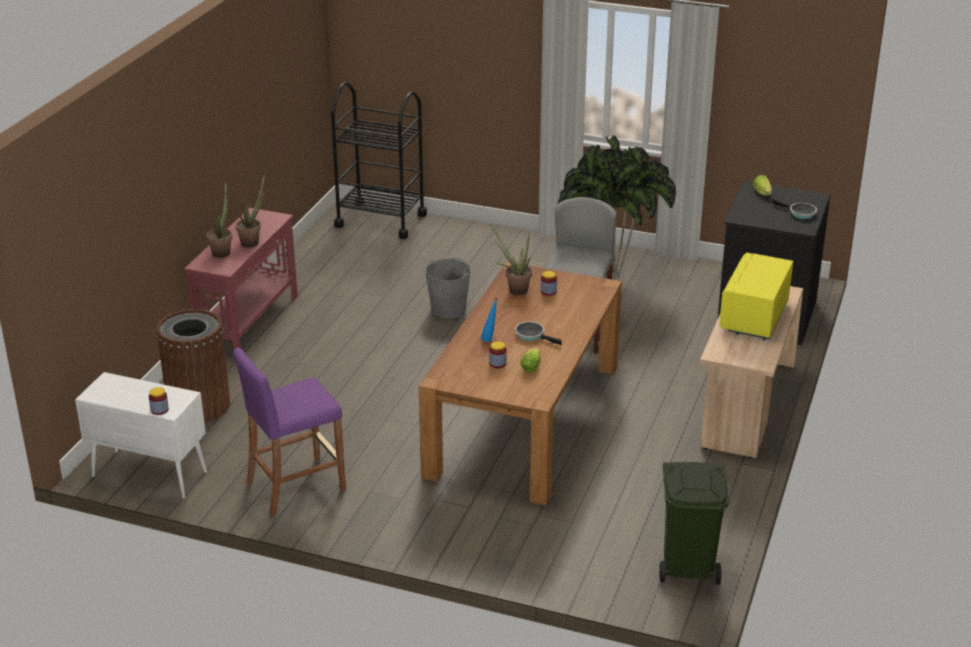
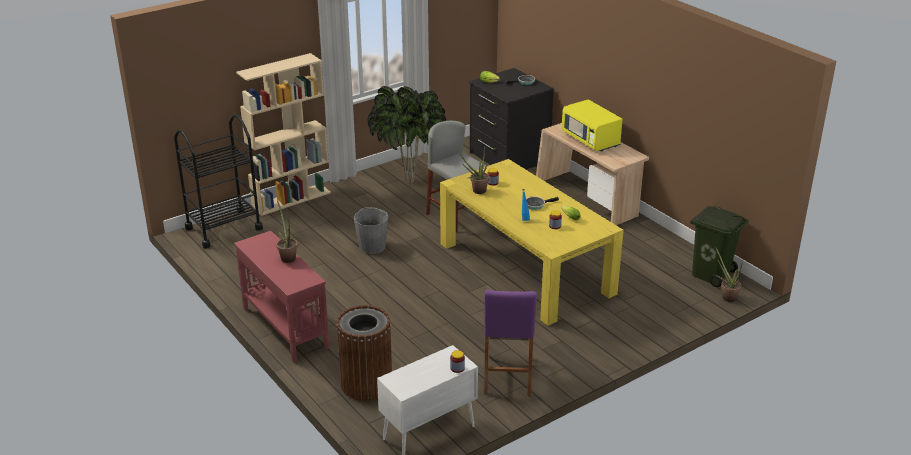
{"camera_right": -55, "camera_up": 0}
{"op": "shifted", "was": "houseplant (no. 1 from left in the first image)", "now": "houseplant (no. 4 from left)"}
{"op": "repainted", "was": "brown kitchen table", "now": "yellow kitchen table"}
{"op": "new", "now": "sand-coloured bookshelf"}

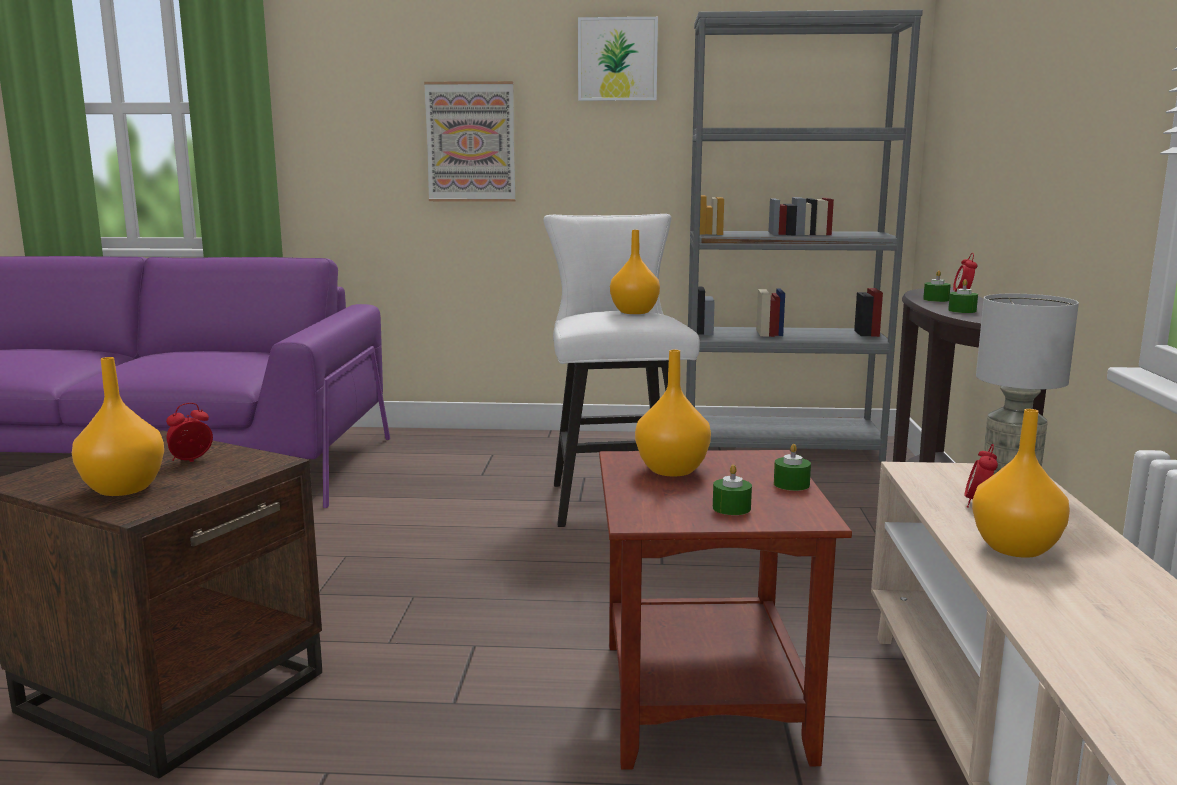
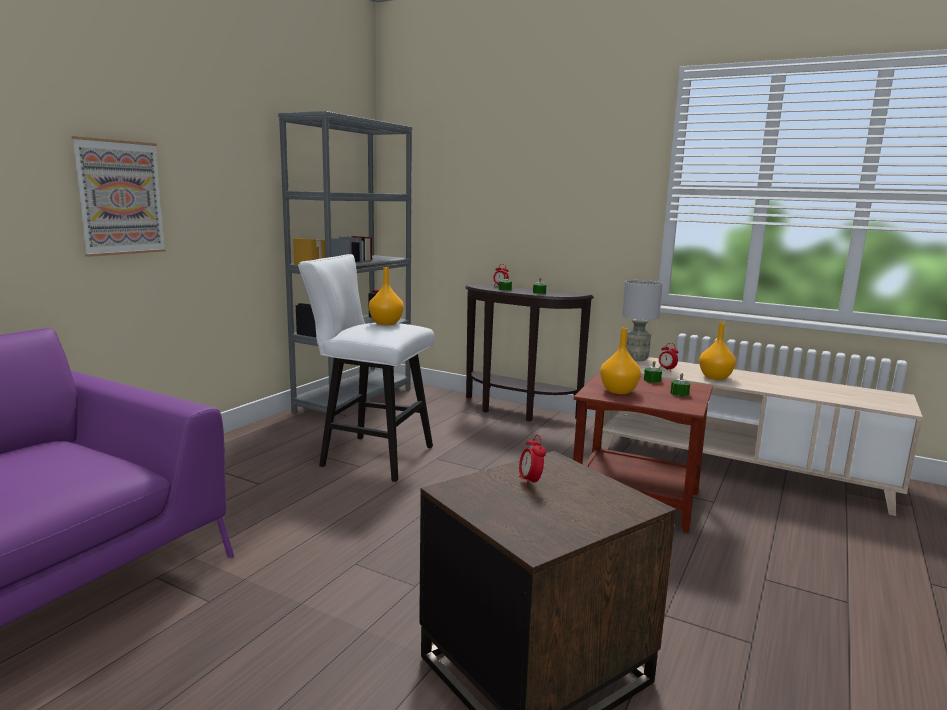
{"camera_right": -65, "camera_up": 0}
{"op": "gone", "was": "orange vase (no. 1 from left)"}
{"op": "gone", "was": "picture (no. 2 from left)"}

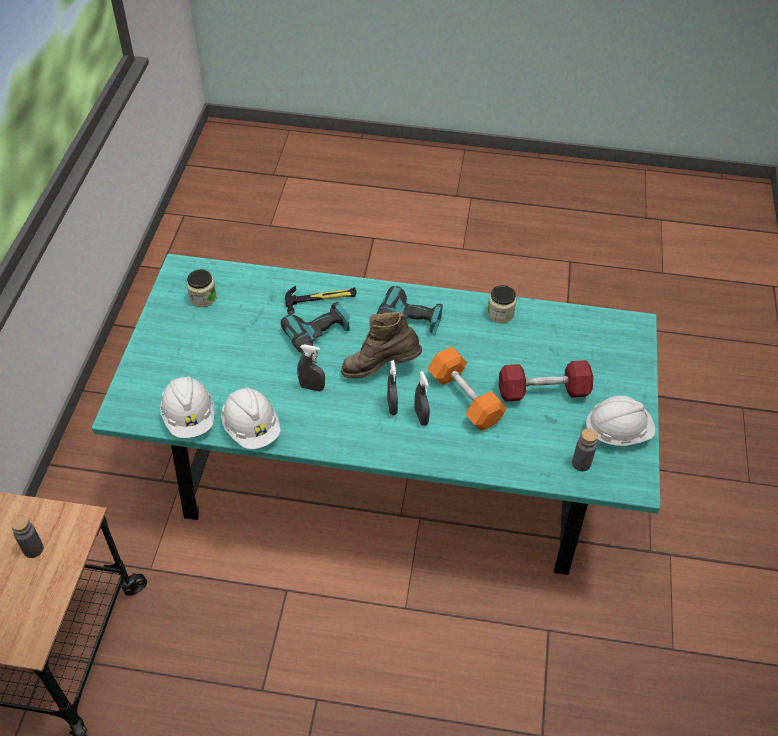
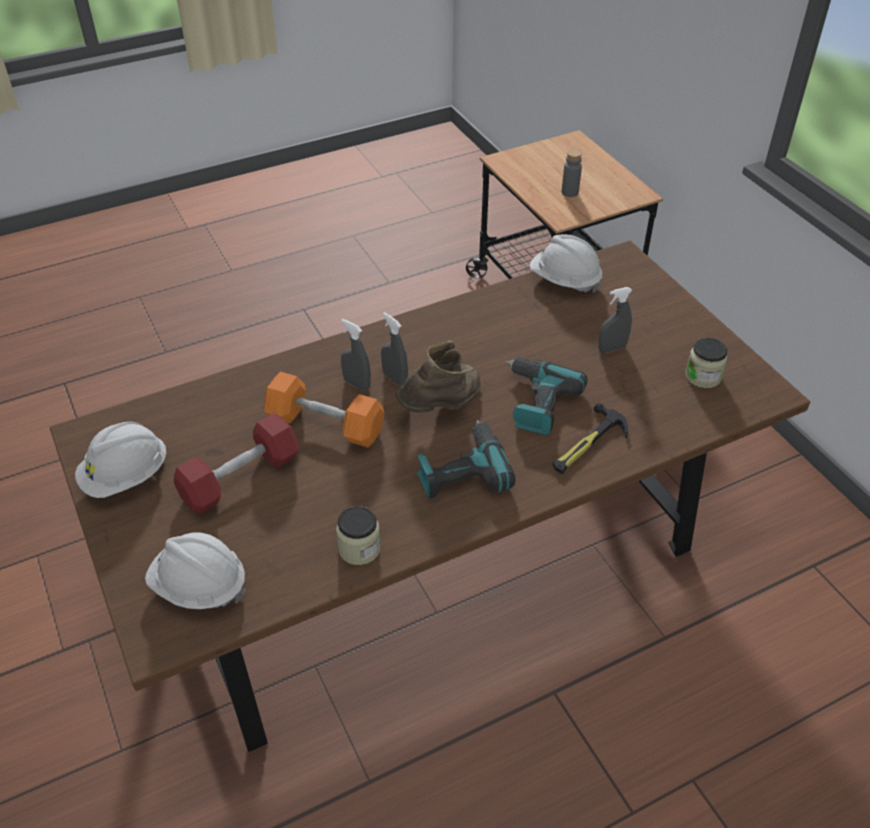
{"camera_right": 145, "camera_up": -5}
{"op": "repainted", "was": "turquoise-coloured kitchen table", "now": "brown kitchen table"}
{"op": "shifted", "was": "white work helmet (no. 2 from left)"}
{"op": "shifted", "was": "grey sprayer (no. 1 from left in the first image)", "now": "grey sprayer (no. 3 from left)"}
{"op": "gone", "was": "grey drink bottle (no. 2 from left)"}

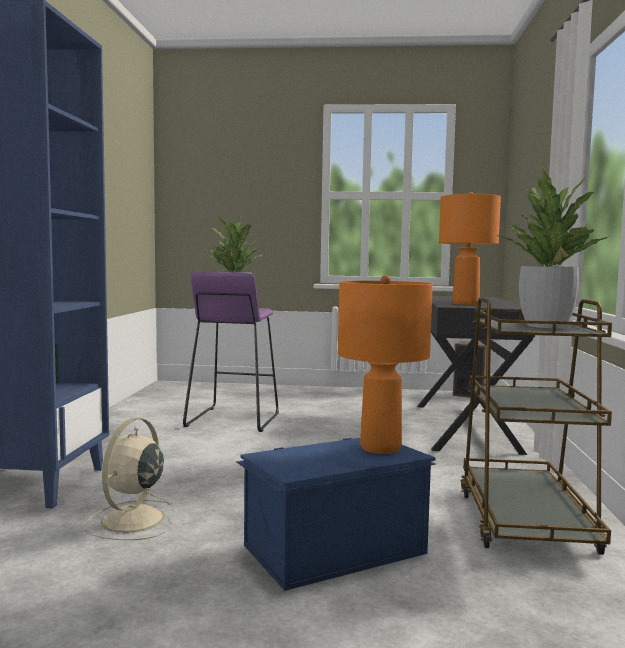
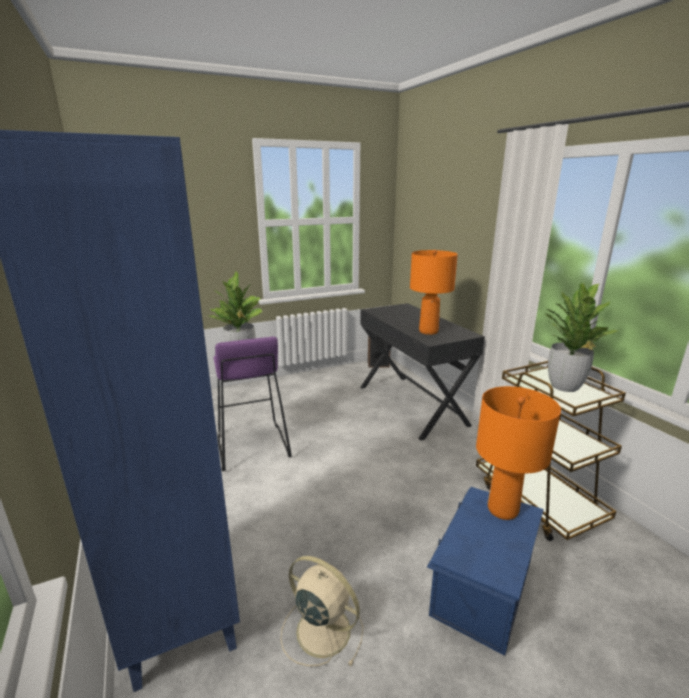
{"camera_right": -30, "camera_up": 15}
{"op": "rotated", "was": "sand-coloured fan", "clockwise": 135}

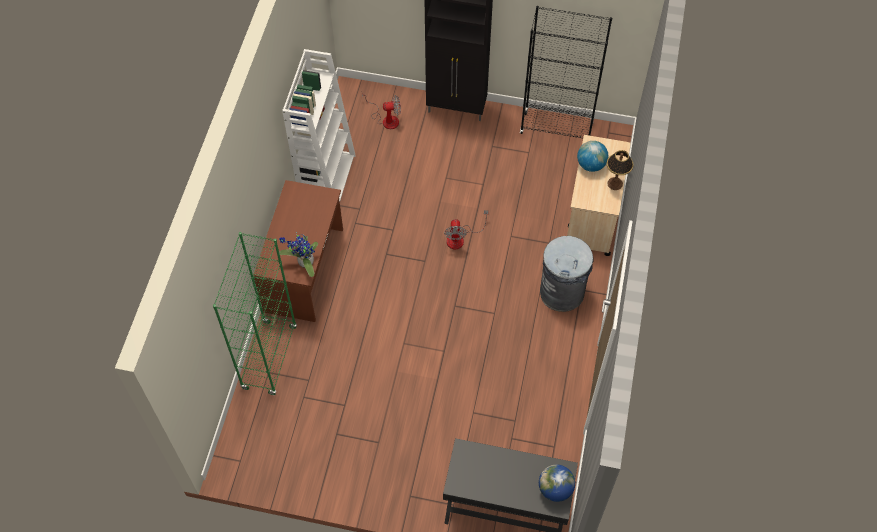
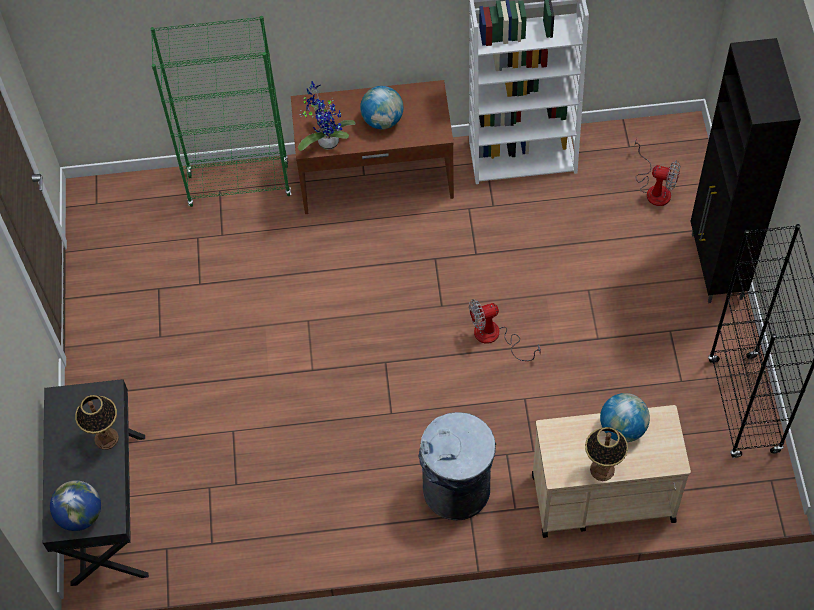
{"camera_right": 75, "camera_up": 0}
{"op": "rotated", "was": "fan (no. 1 from left in the first image)", "clockwise": -45}
{"op": "new", "now": "table lamp (no. 1 from left)"}
{"op": "new", "now": "desk globe (no. 2 from left)"}

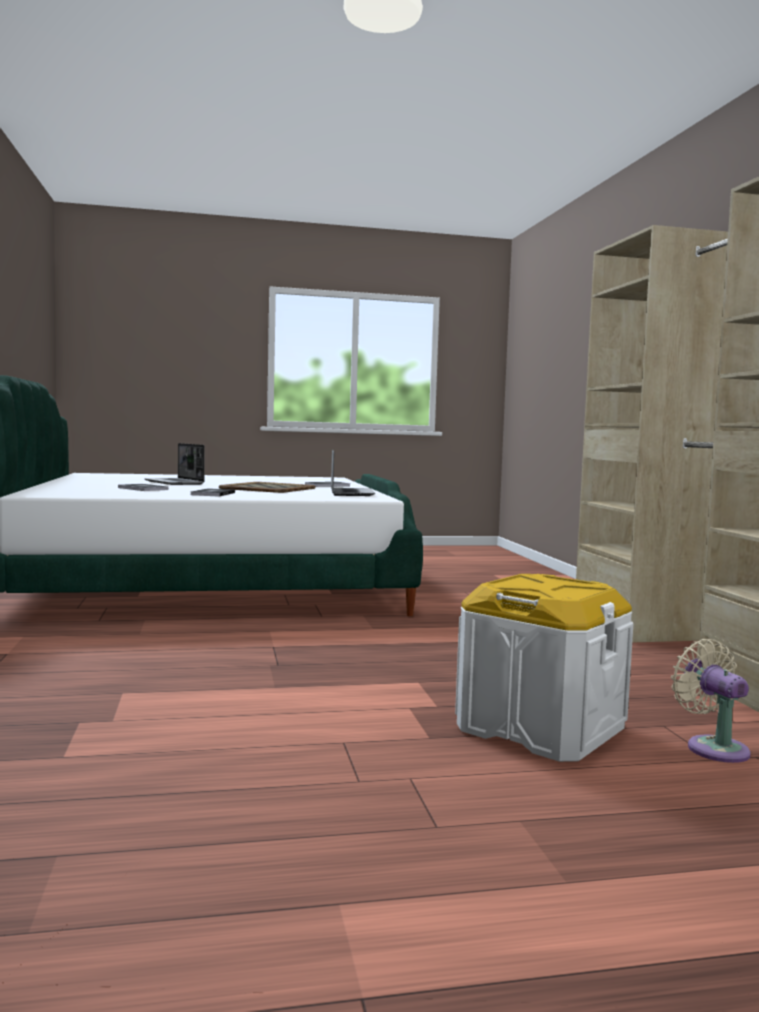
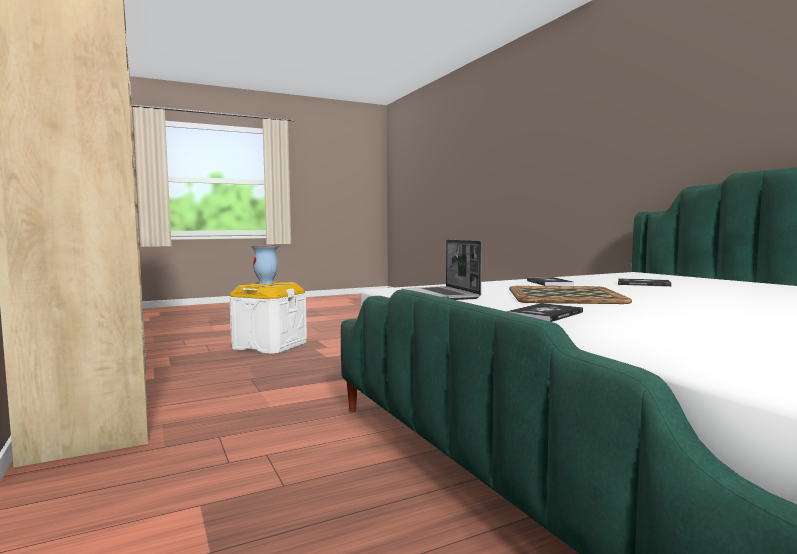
{"camera_right": 165, "camera_up": 0}
{"op": "gone", "was": "portable computer (no. 1 from left)"}
{"op": "gone", "was": "sand-coloured fan"}
{"op": "new", "now": "vase"}

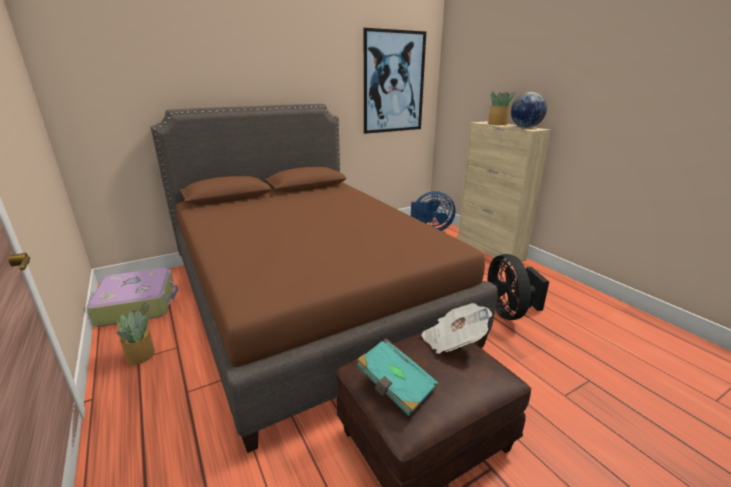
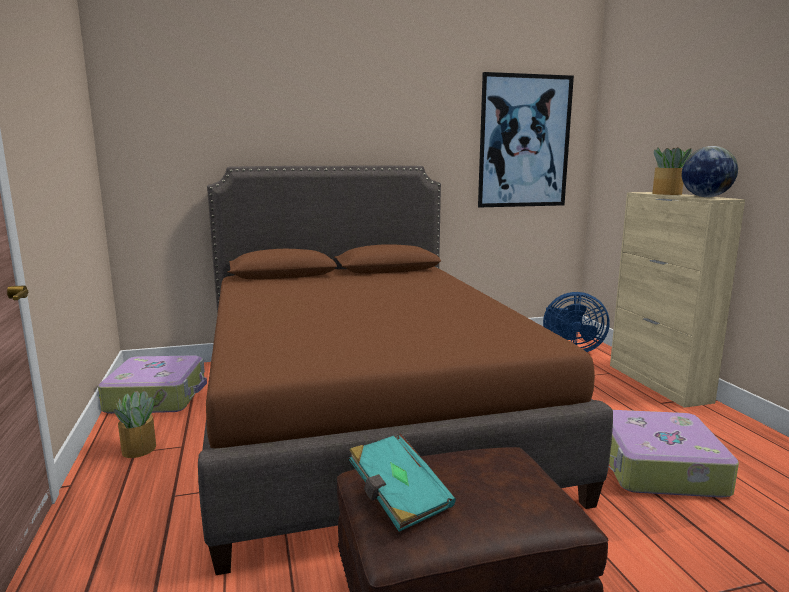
{"camera_right": 15, "camera_up": -10}
{"op": "gone", "was": "newspaper"}
{"op": "swapped", "was": "black-coloured fan", "now": "piece of luggage (no. 2 from left)"}

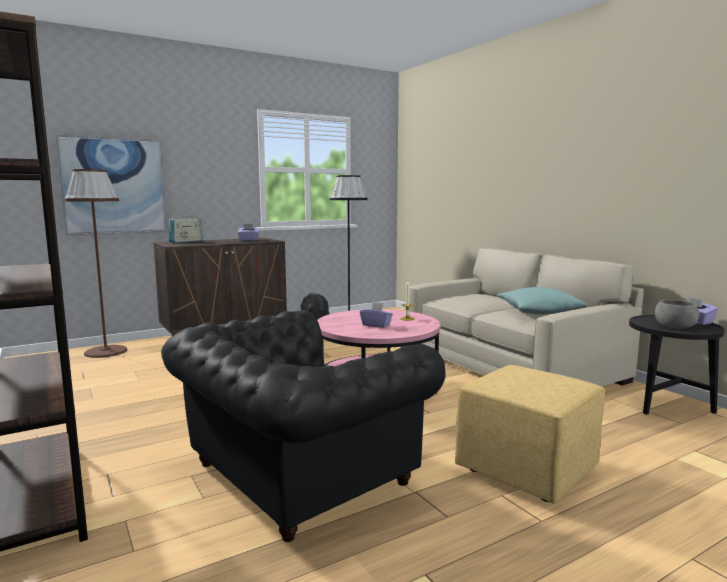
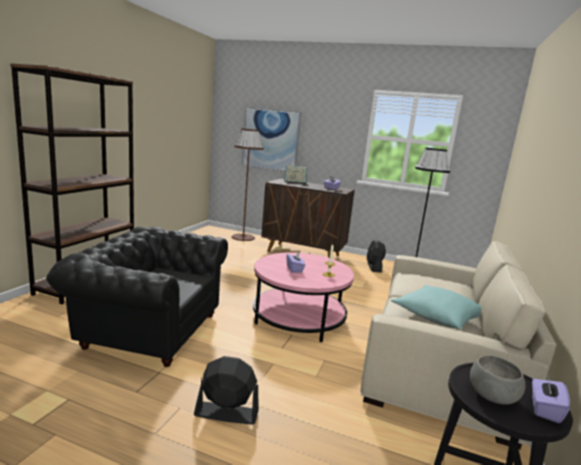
{"camera_right": 50, "camera_up": 5}
{"op": "swapped", "was": "yellow footrest", "now": "black-coloured fan (no. 1 from left)"}

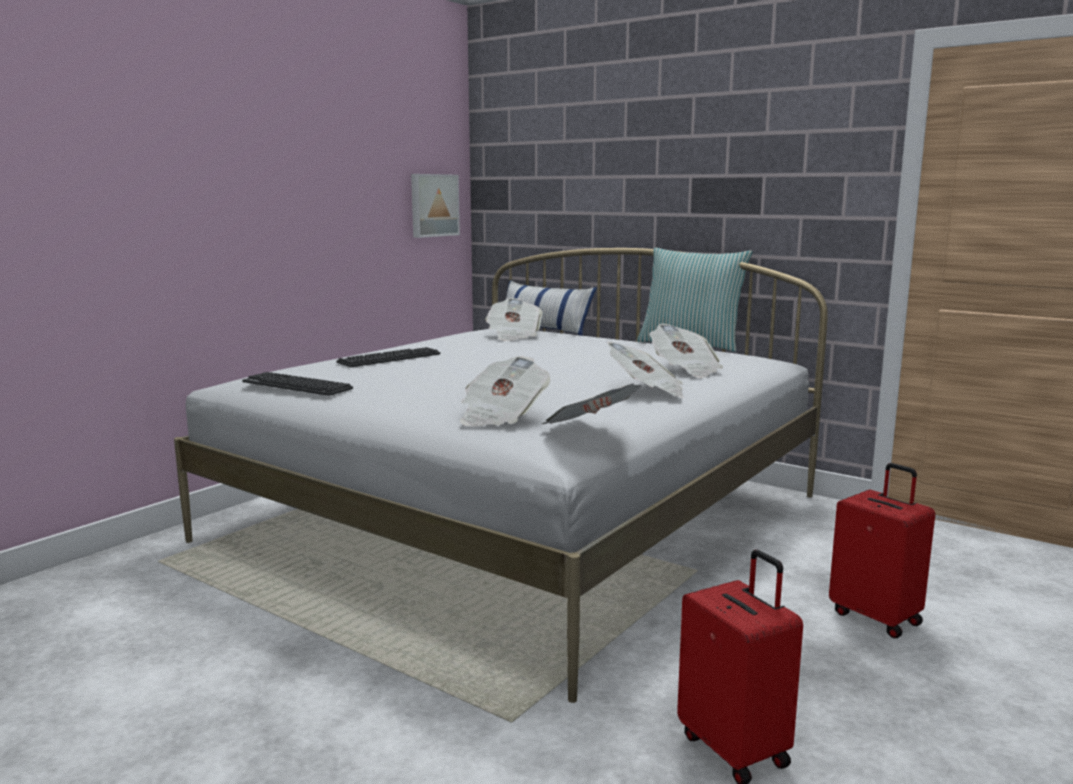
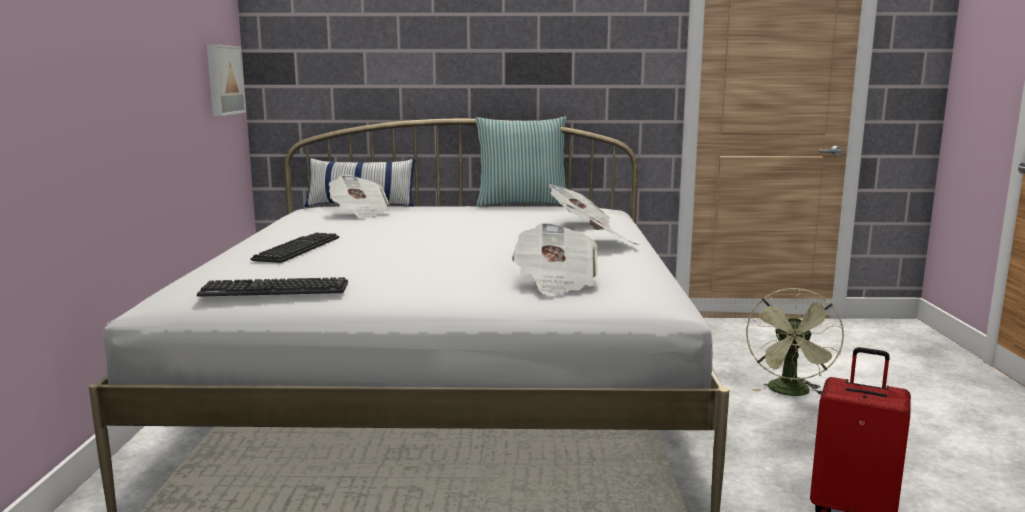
{"camera_right": -35, "camera_up": 0}
{"op": "gone", "was": "newspaper (no. 3 from left)"}
{"op": "swapped", "was": "reddish piece of luggage (no. 2 from left)", "now": "green fan"}

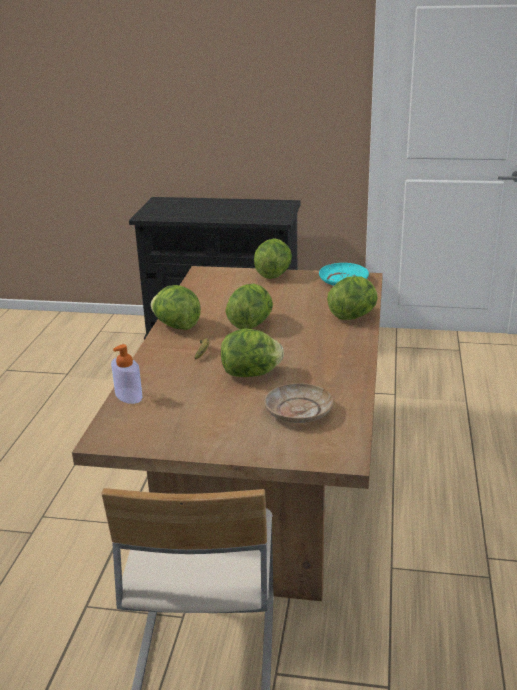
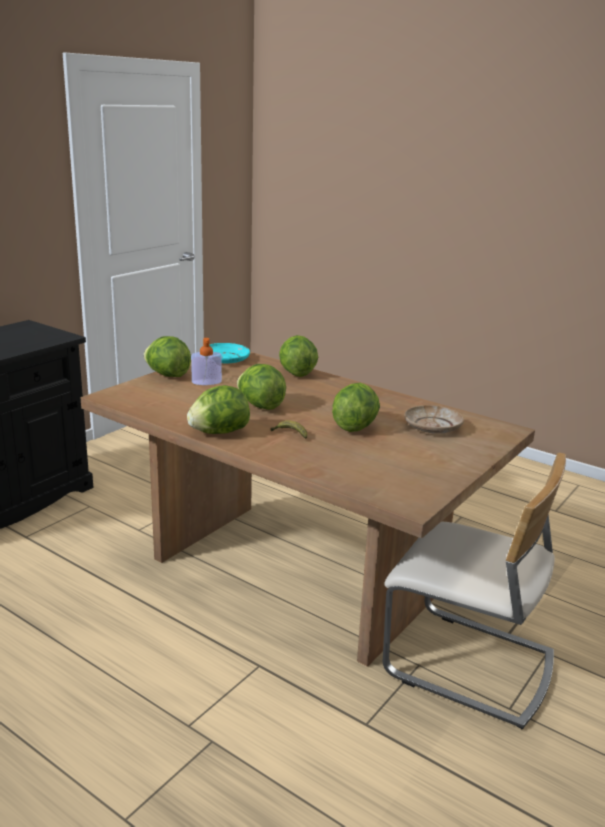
{"camera_right": -65, "camera_up": -5}
{"op": "shifted", "was": "liquid soap bottle"}

